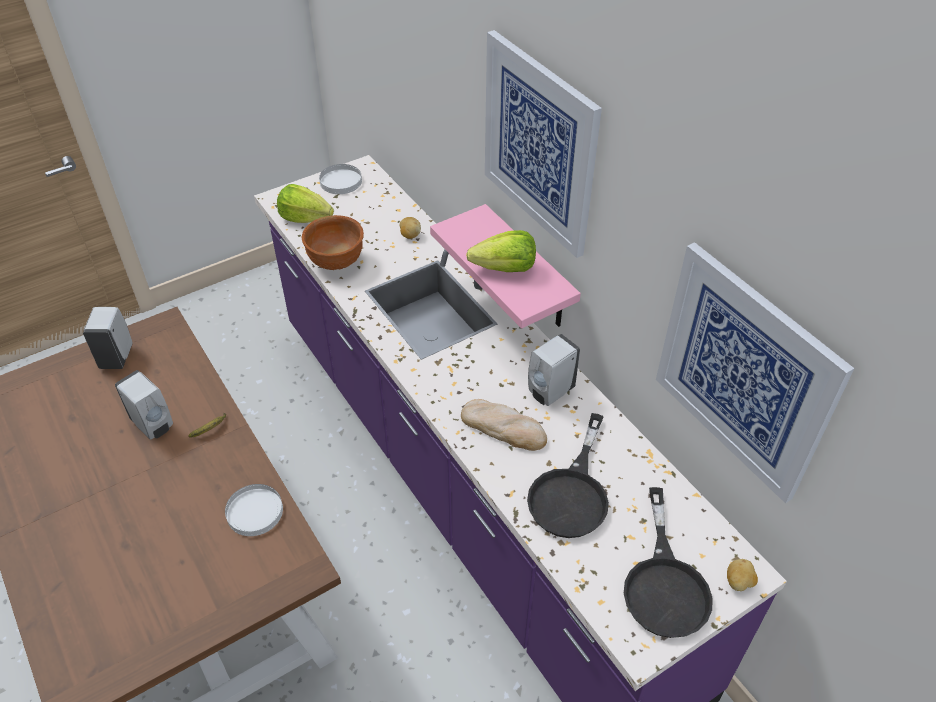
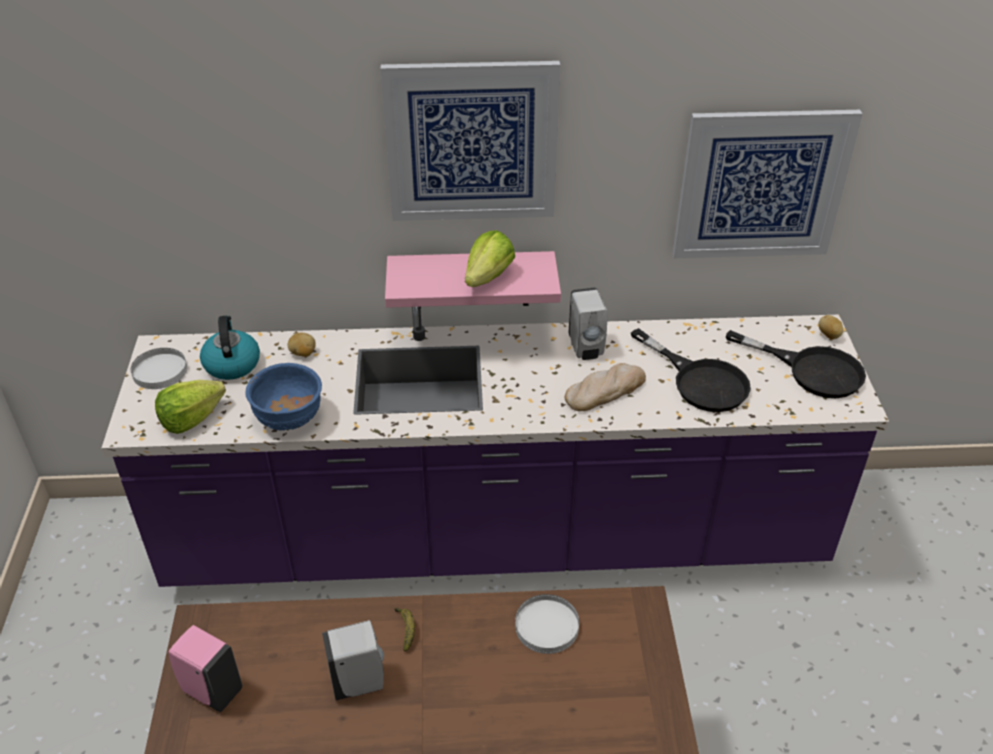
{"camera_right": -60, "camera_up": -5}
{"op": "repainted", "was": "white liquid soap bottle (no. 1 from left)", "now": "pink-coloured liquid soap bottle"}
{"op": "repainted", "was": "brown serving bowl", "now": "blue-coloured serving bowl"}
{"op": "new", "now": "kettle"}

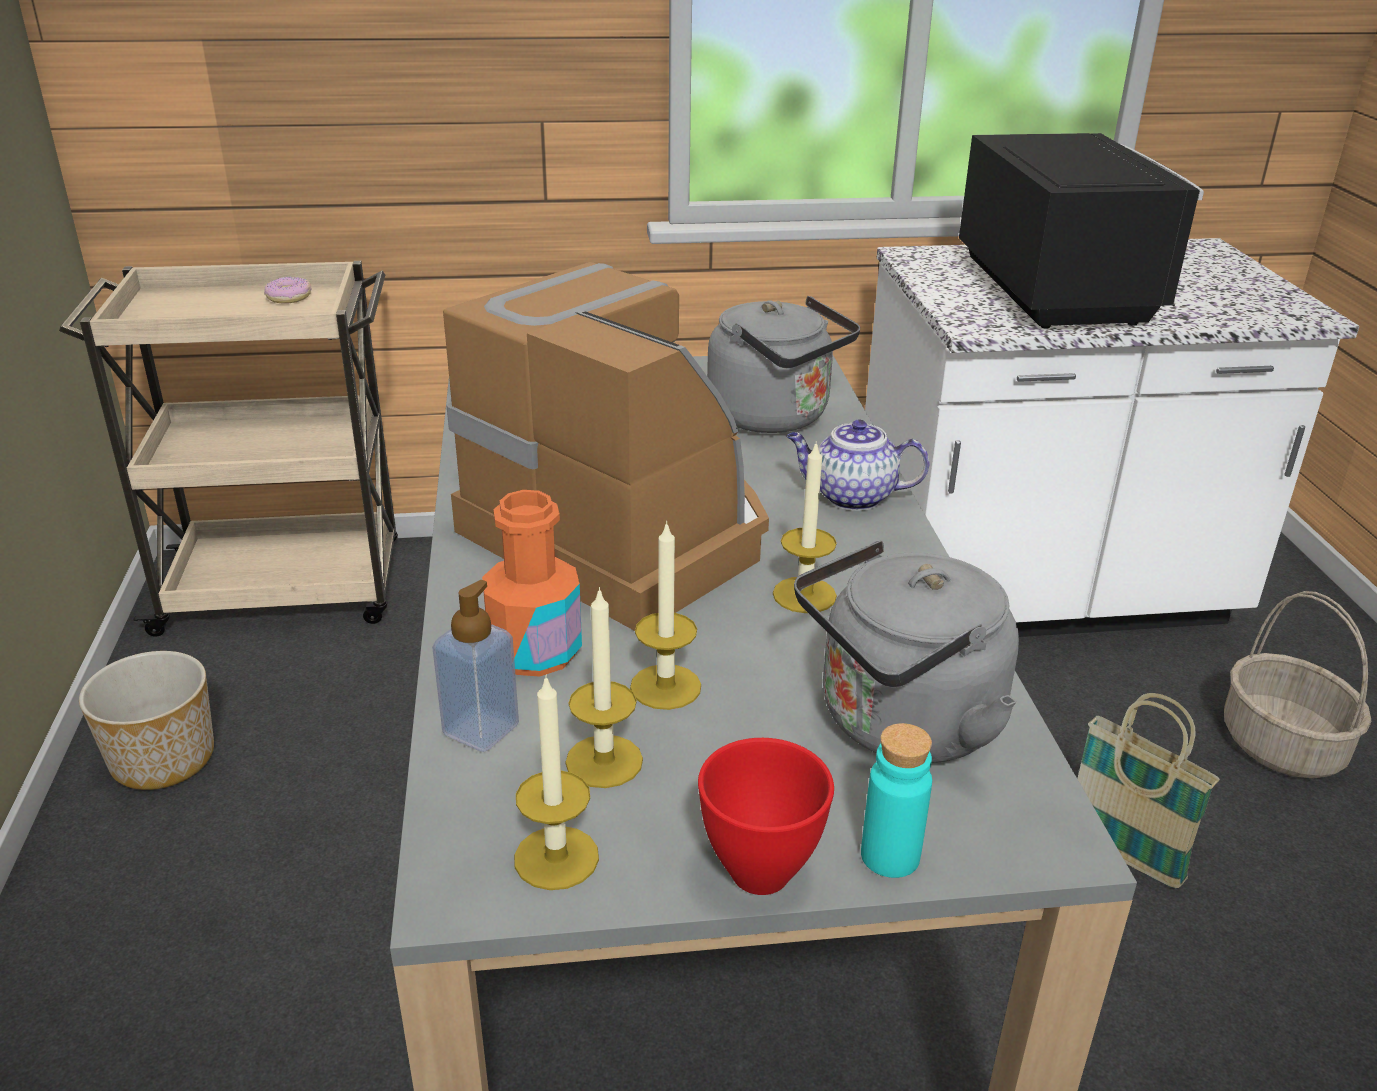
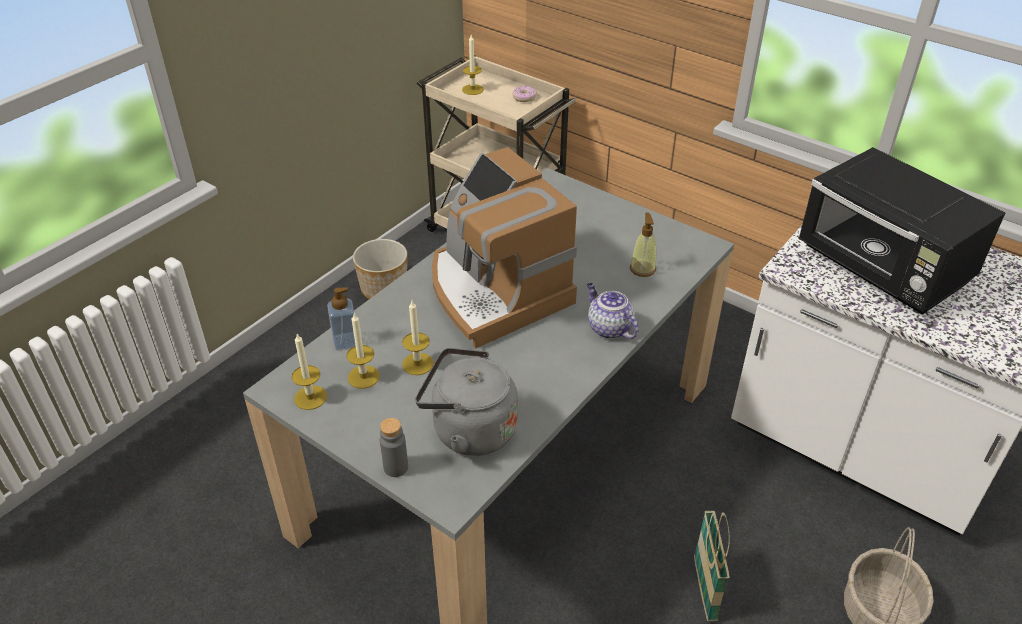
{"camera_right": 45, "camera_up": 10}
{"op": "rotated", "was": "coffee brewer", "clockwise": 150}
{"op": "gone", "was": "orange drink bottle"}
{"op": "gone", "was": "reddish serving bowl"}
{"op": "swapped", "was": "grey kettle (no. 1 from left)", "now": "liquid soap bottle (no. 2 from left)"}
{"op": "shifted", "was": "wax light (no. 4 from left)"}
{"op": "repainted", "was": "turquoise-coloured drink bottle", "now": "grey drink bottle"}
{"op": "rotated", "was": "black-coloured microwave oven", "clockwise": 105}

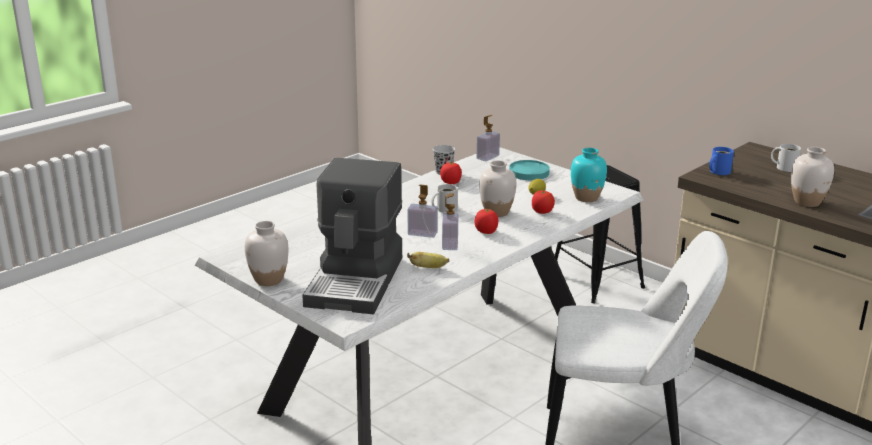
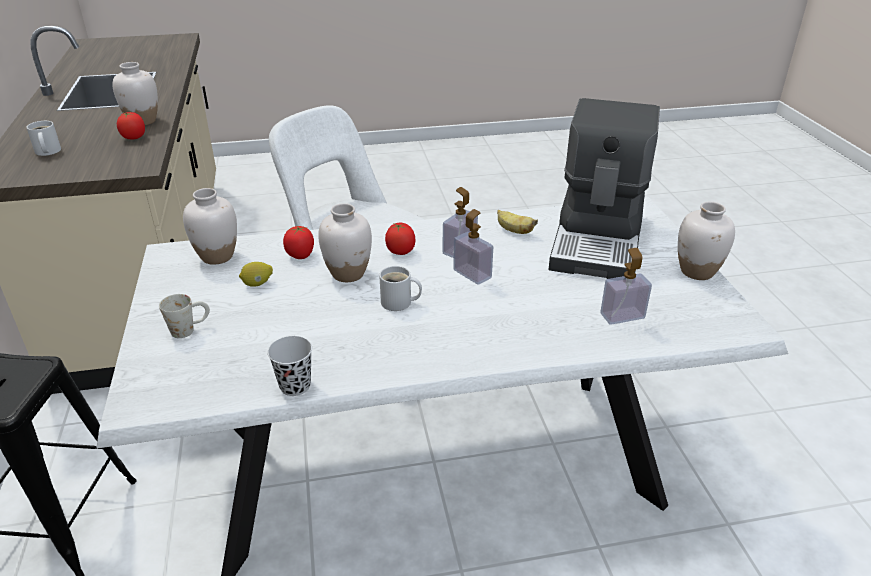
{"camera_right": -145, "camera_up": 10}
{"op": "rotated", "was": "coffee brewer", "clockwise": 150}
{"op": "shifted", "was": "whole tomato (no. 1 from left)"}
{"op": "shifted", "was": "liquid soap bottle (no. 3 from left)"}
{"op": "swapped", "was": "turquoise-coloured dinner plate", "now": "white coffee mug (no. 2 from left)"}
{"op": "repainted", "was": "turquoise-coloured vase", "now": "white vase (no. 2 from left)"}
{"op": "gone", "was": "blue-coloured coffee mug"}

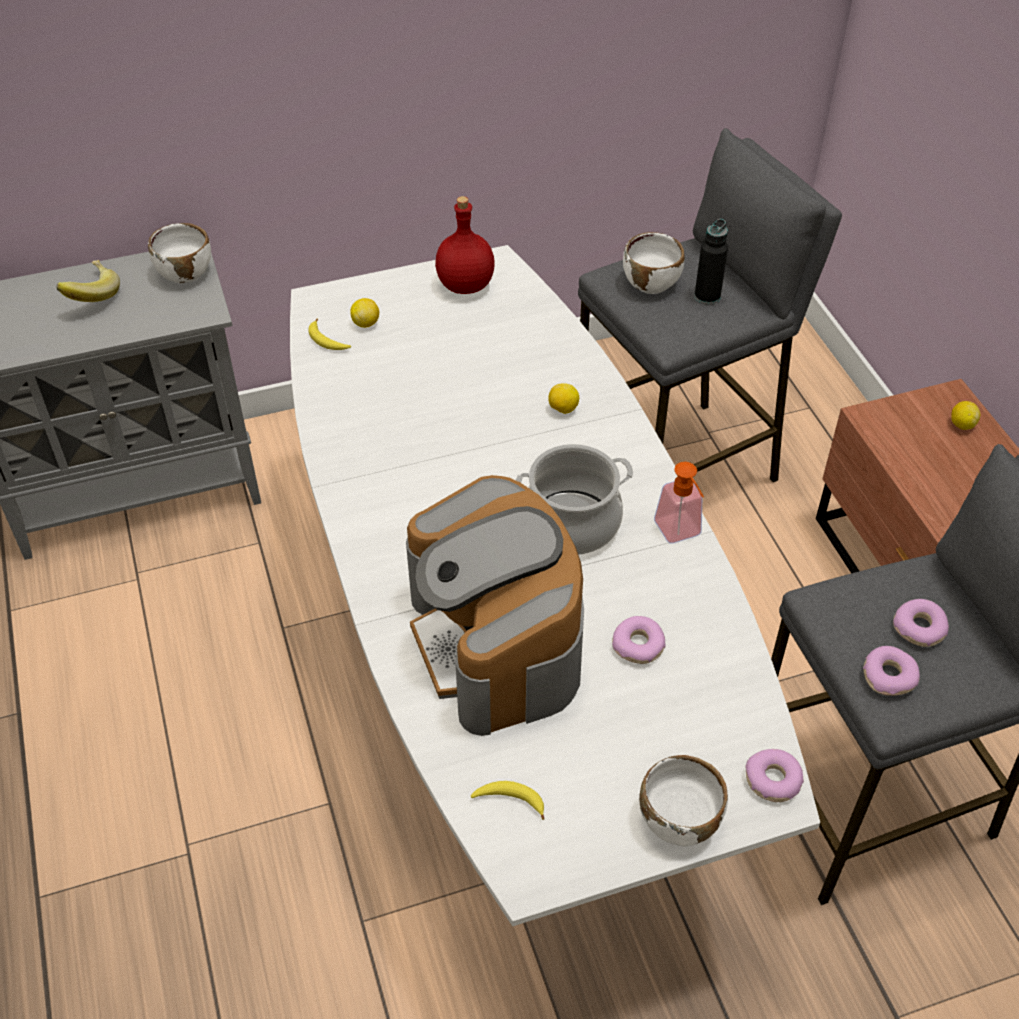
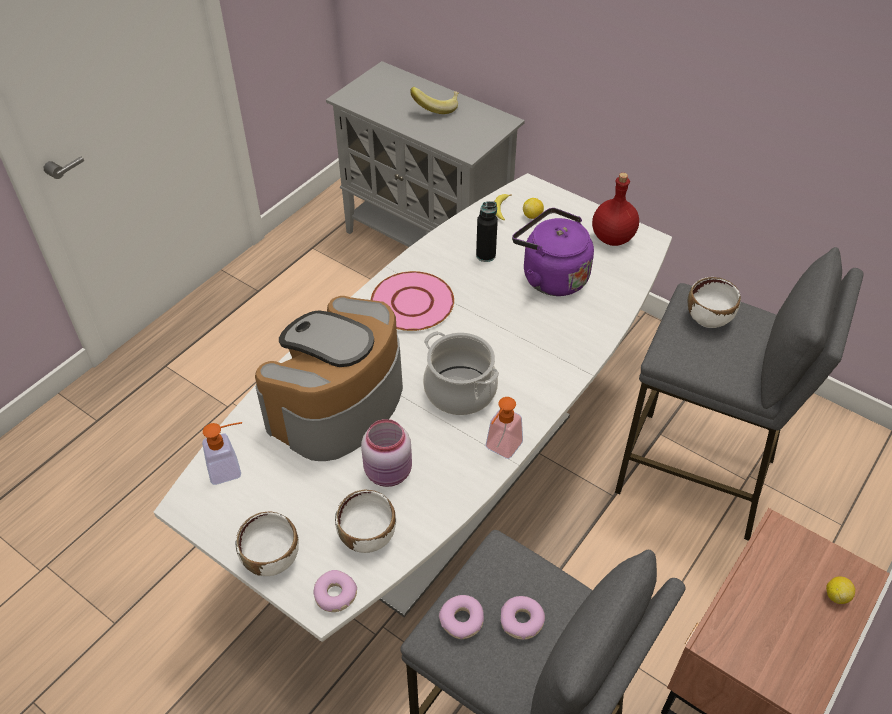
{"camera_right": 55, "camera_up": 0}
{"op": "shifted", "was": "white serving bowl (no. 1 from left in the first image)", "now": "white serving bowl (no. 2 from left)"}
{"op": "swapped", "was": "banana (no. 3 from left)", "now": "liquid soap bottle (no. 1 from left)"}
{"op": "gone", "was": "lemon (no. 2 from left)"}
{"op": "swapped", "was": "doughnut (no. 1 from left)", "now": "pink-coloured storage jar"}
{"op": "shifted", "was": "black-coloured drink bottle"}
{"op": "new", "now": "pink-coloured dinner plate"}
{"op": "new", "now": "purple kettle"}

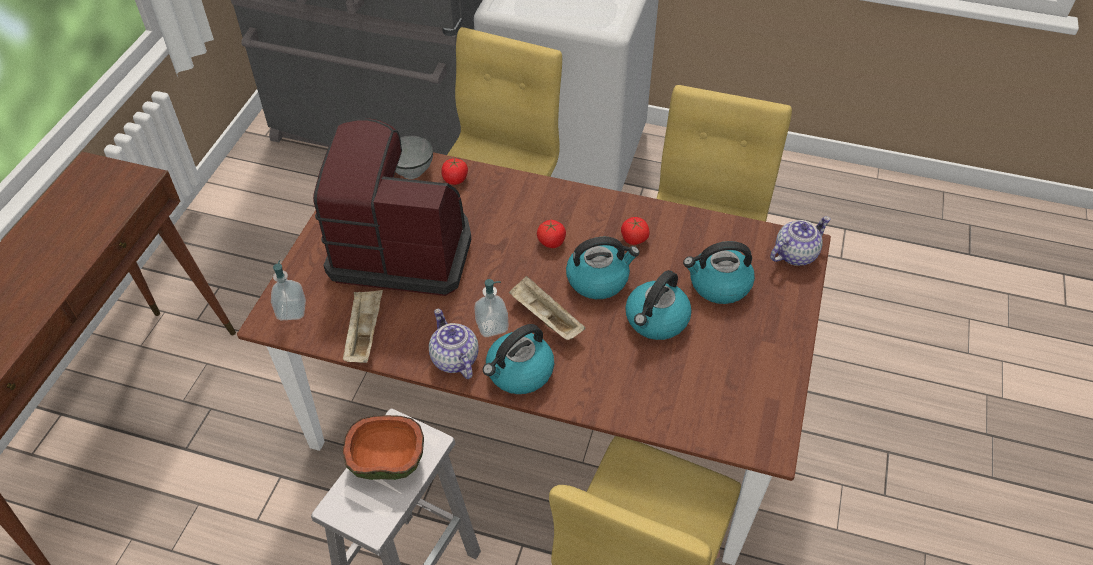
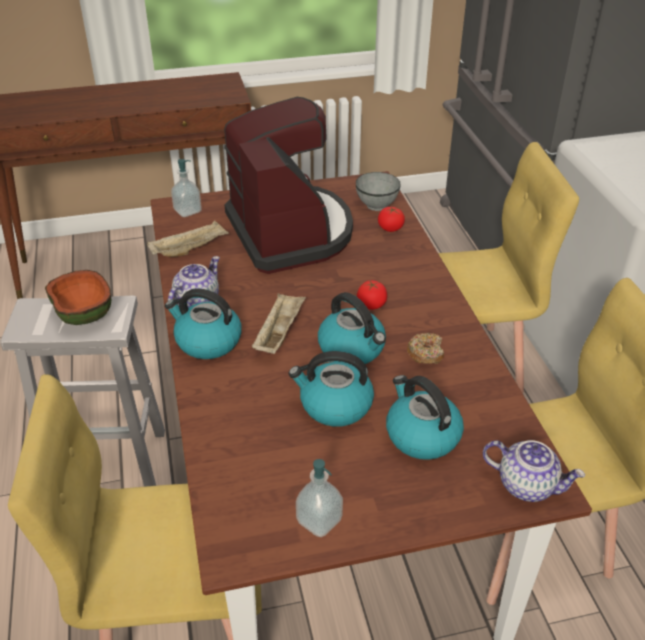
{"camera_right": 60, "camera_up": -10}
{"op": "shifted", "was": "liquid soap bottle (no. 2 from left)"}
{"op": "swapped", "was": "whole tomato (no. 3 from left)", "now": "doughnut"}

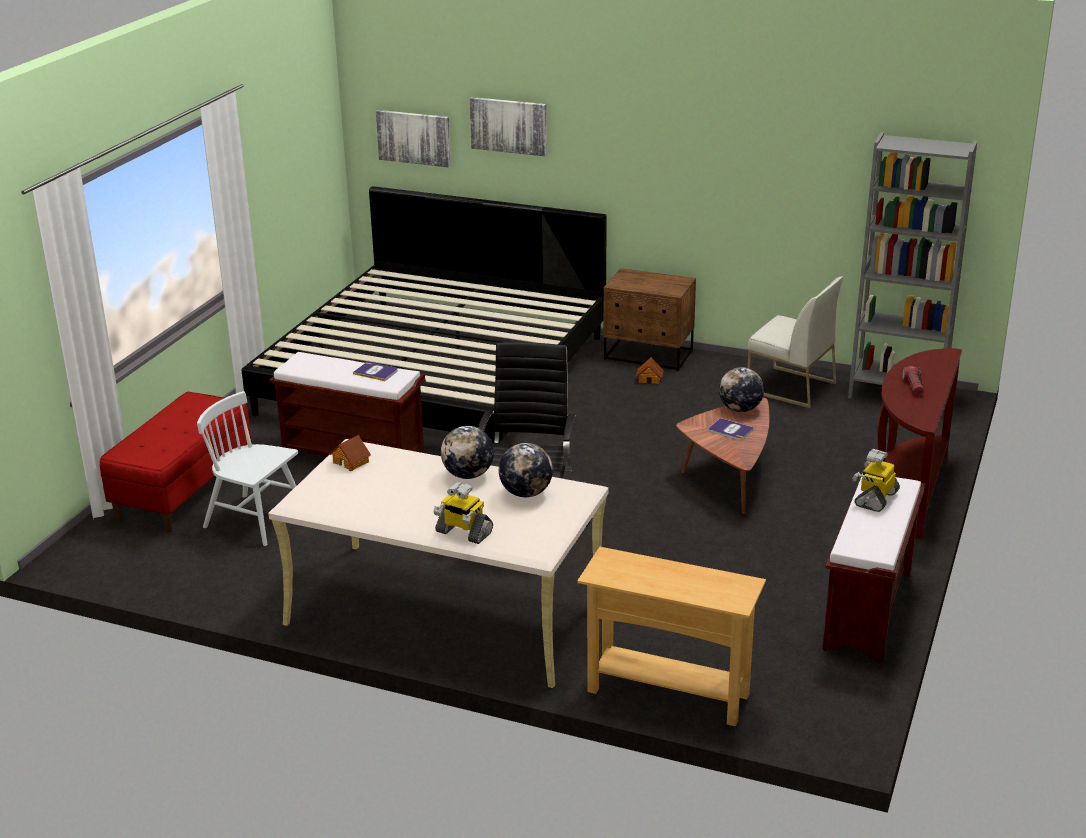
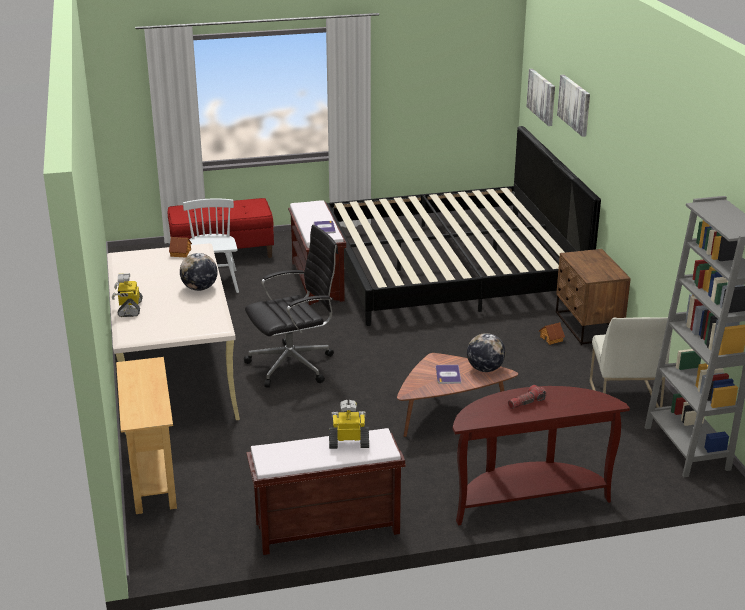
{"camera_right": 55, "camera_up": 0}
{"op": "gone", "was": "desk globe (no. 2 from left)"}

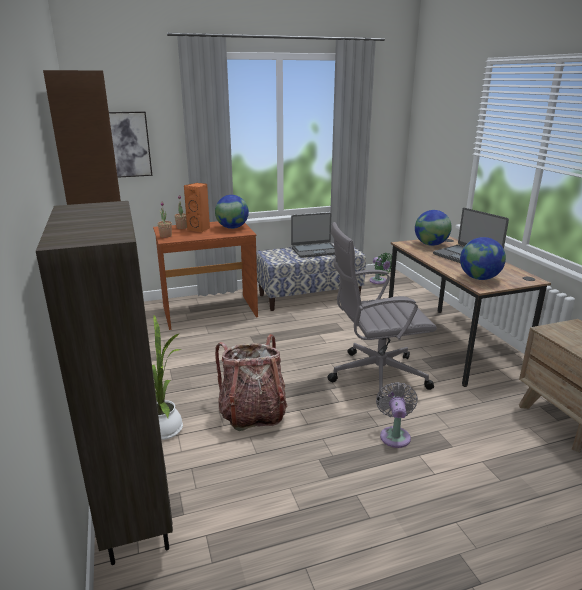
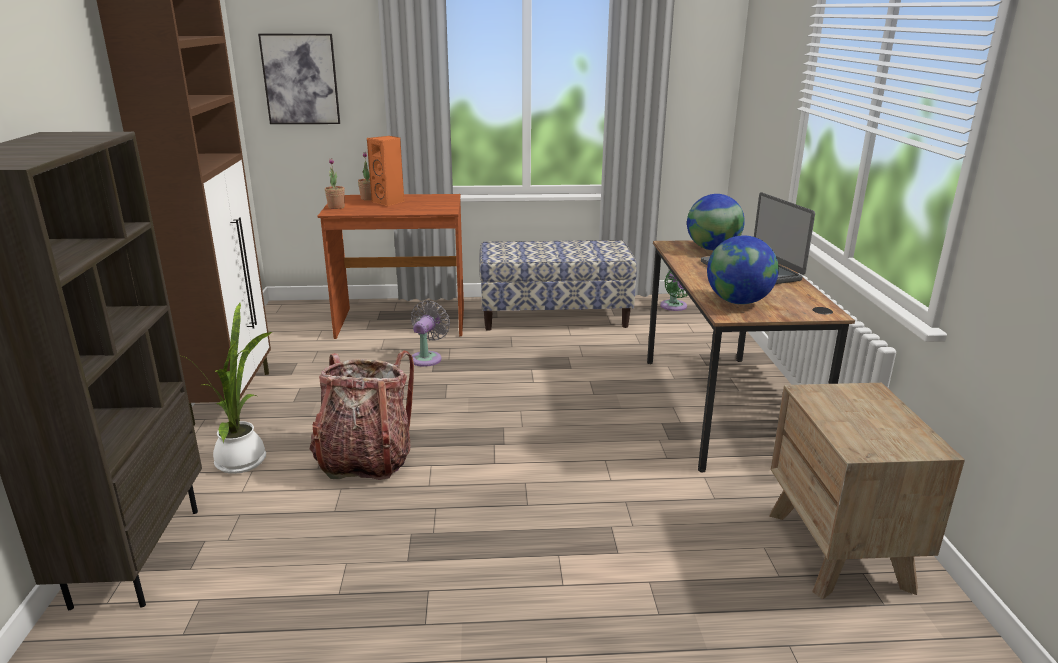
{"camera_right": 15, "camera_up": 0}
{"op": "gone", "was": "desk globe (no. 1 from left)"}
{"op": "gone", "was": "portable computer (no. 1 from left)"}
{"op": "gone", "was": "grey desk chair"}
{"op": "shifted", "was": "grey fan"}

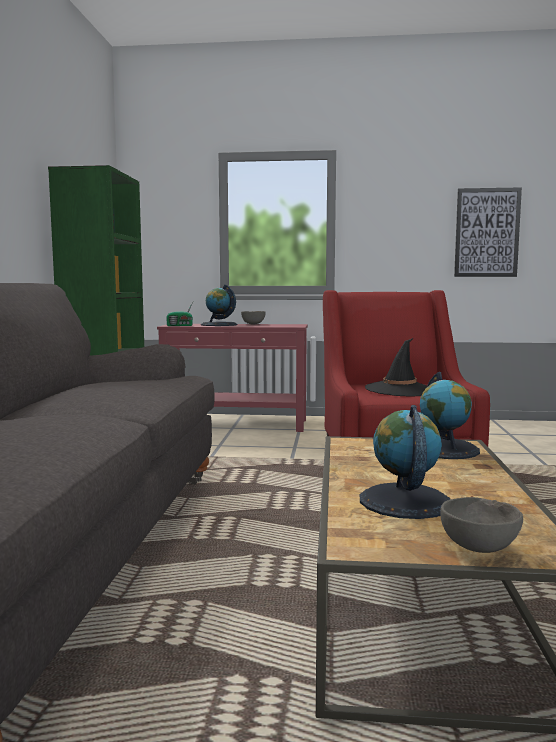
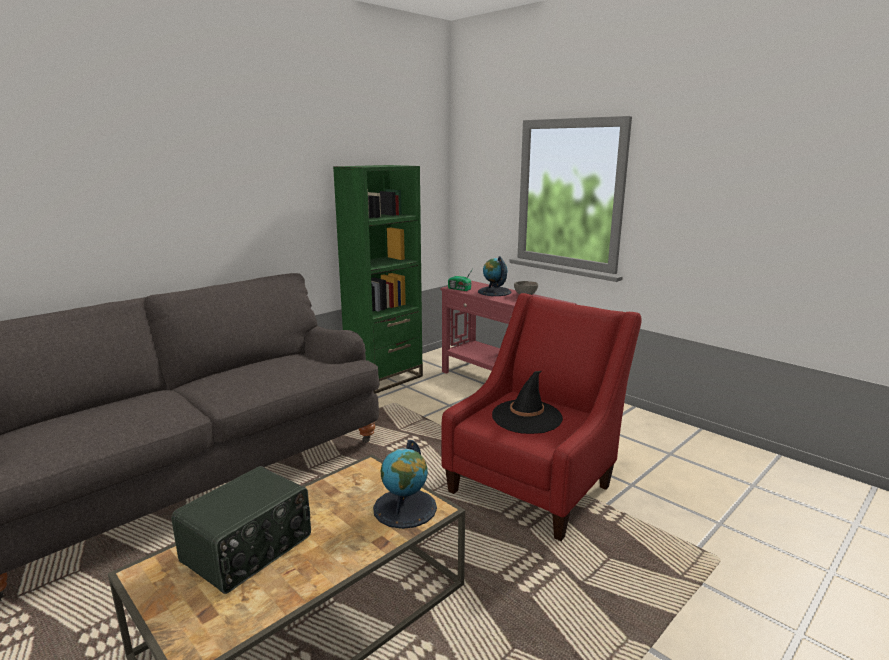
{"camera_right": 40, "camera_up": 10}
{"op": "swapped", "was": "desk globe (no. 2 from left)", "now": "radio set (no. 1 from left)"}
{"op": "gone", "was": "grey serving bowl (no. 2 from left)"}
{"op": "gone", "was": "picture"}

